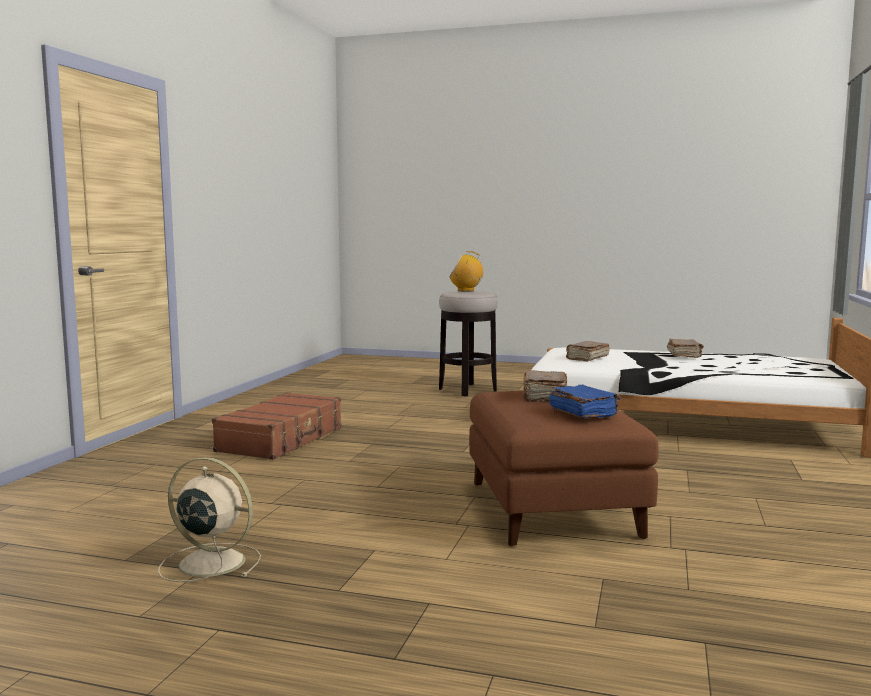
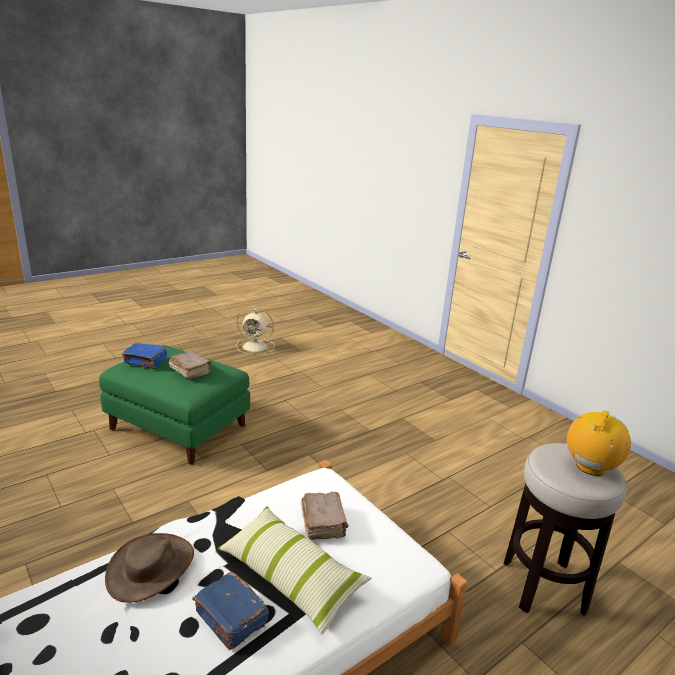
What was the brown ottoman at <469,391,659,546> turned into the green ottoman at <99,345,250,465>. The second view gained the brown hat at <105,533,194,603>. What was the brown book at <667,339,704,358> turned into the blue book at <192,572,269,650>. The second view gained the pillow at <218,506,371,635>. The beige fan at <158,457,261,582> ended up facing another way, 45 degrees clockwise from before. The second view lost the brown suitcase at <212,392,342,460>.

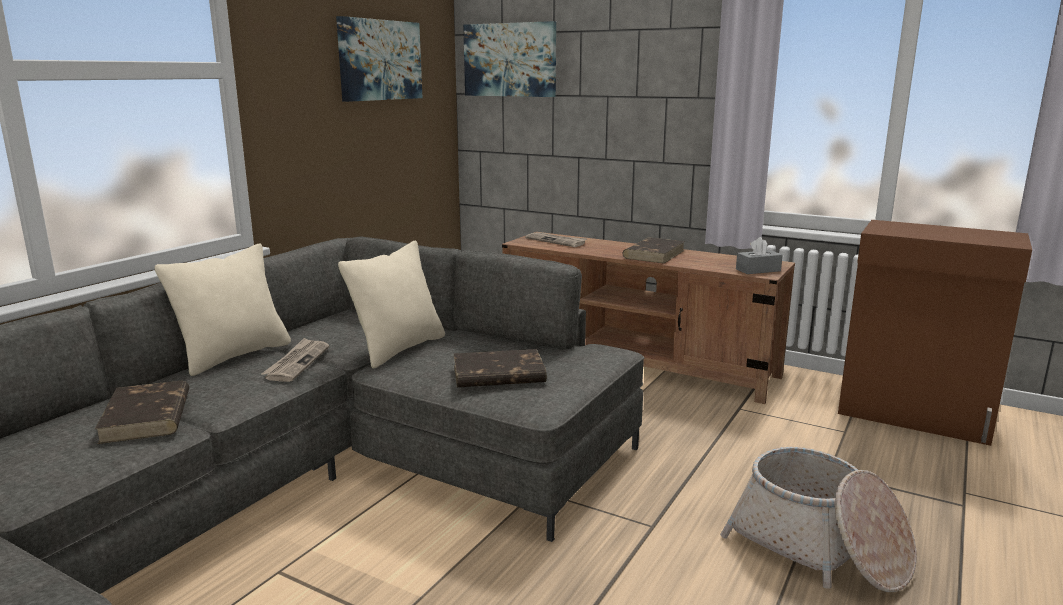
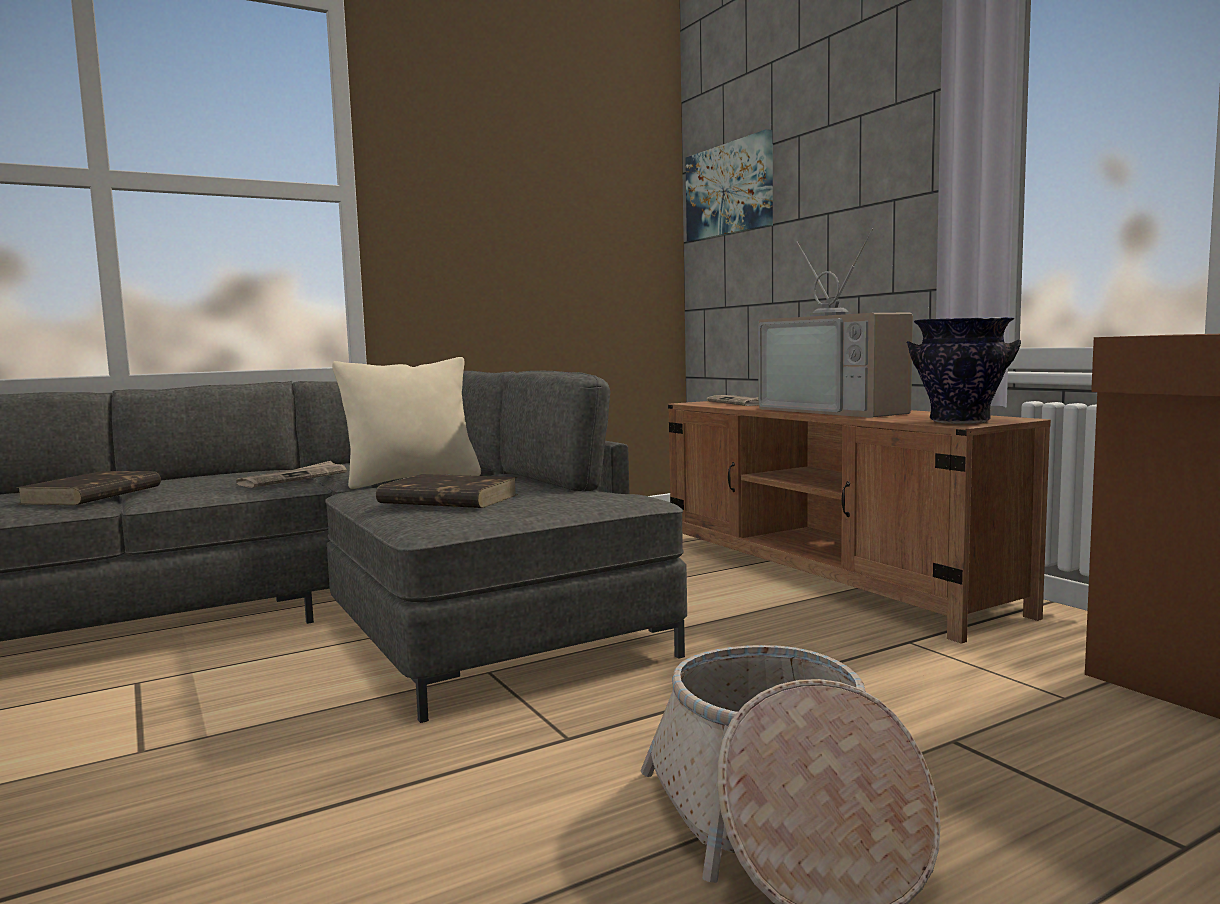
Where the brown book stood at <622,237,685,263>, the television came to stand at <758,229,913,418>. Where the grey tissue box stood at <736,237,783,274>, the vase came to stand at <907,317,1021,424>. The second view lost the beige pillow at <155,243,291,376>. The second view lost the picture at <336,16,422,102>.

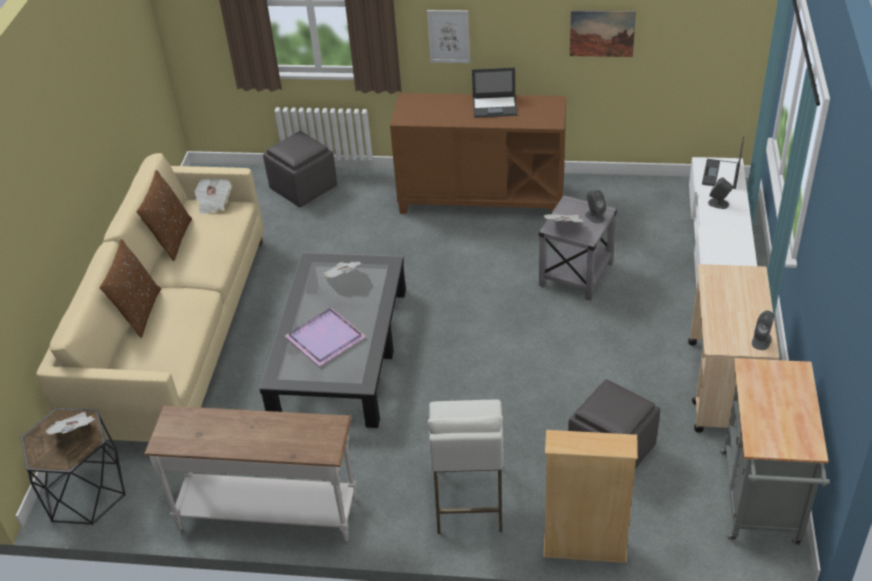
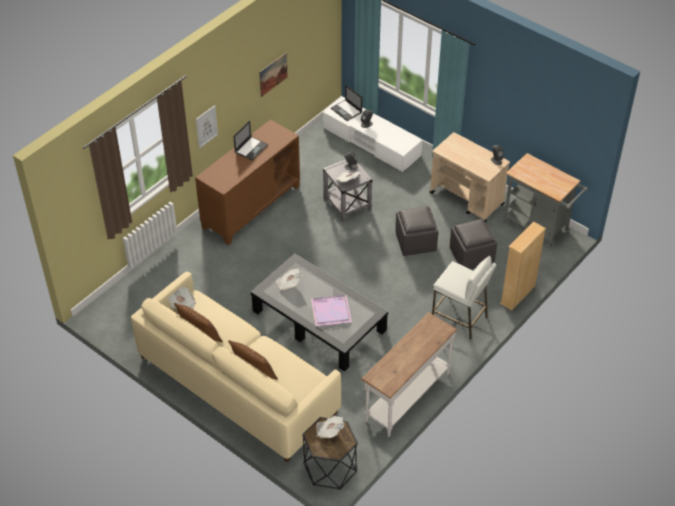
The grey ottoman ended up elsewhere, having gone from <263,131,337,208> to <395,206,438,256>.

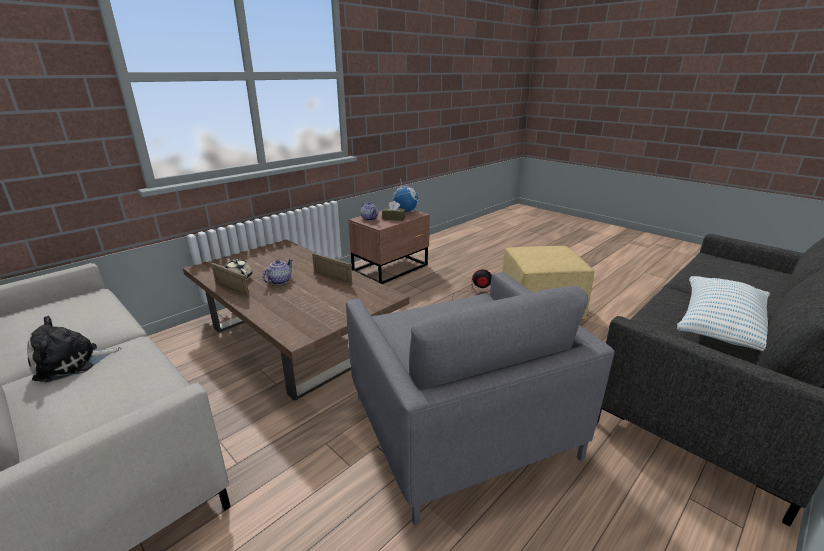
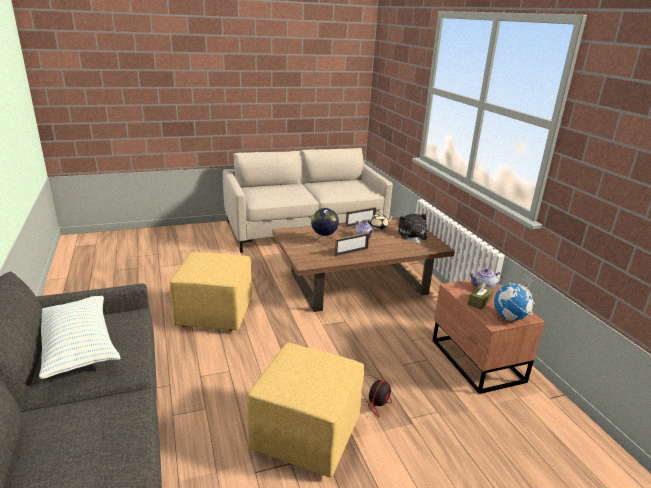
Where the grey armchair stood at <346,272,615,526>, the yellow ottoman came to stand at <170,252,252,331>. The second view gained the globe at <311,208,339,244>. The plush toy ended up elsewhere, having gone from <27,316,121,382> to <398,214,427,245>.

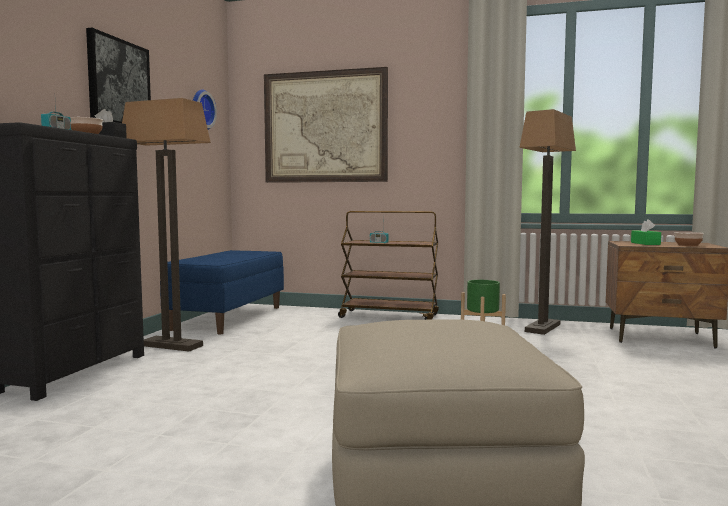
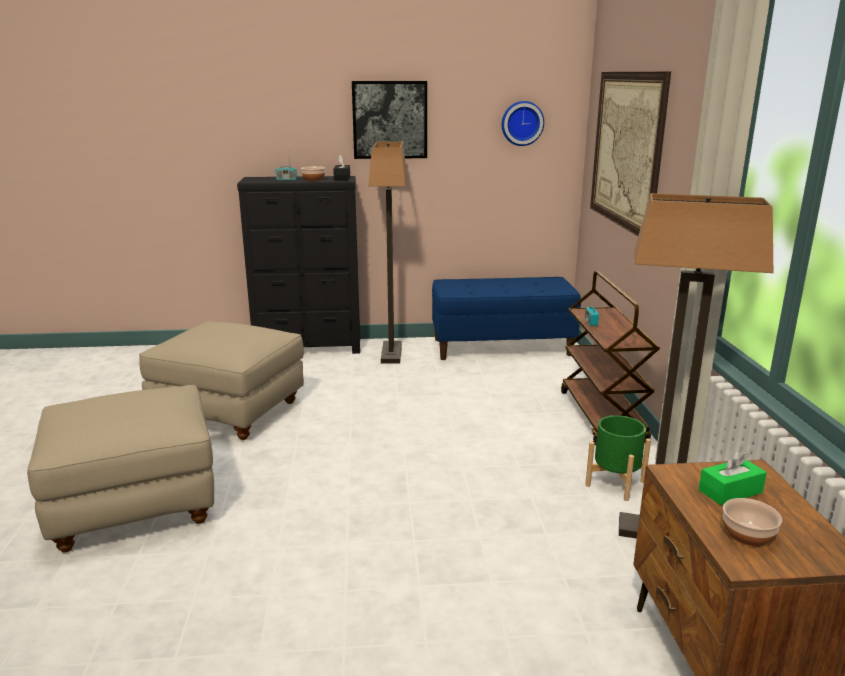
The second view gained the beige ottoman at <139,321,304,440>.

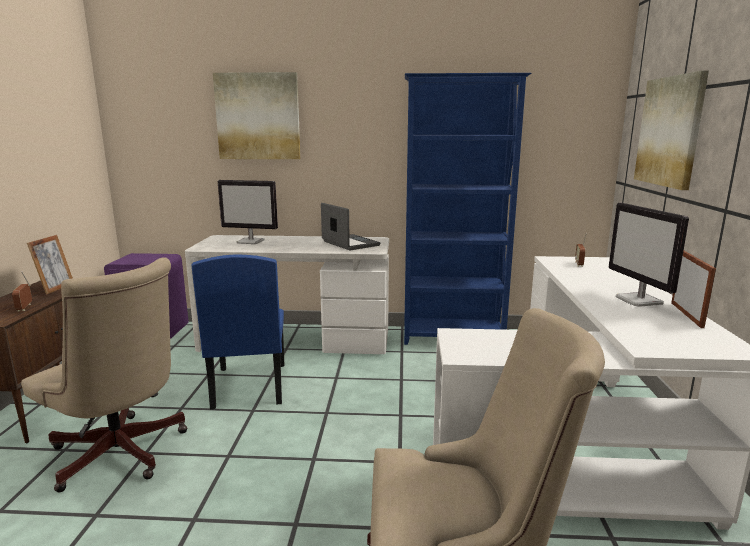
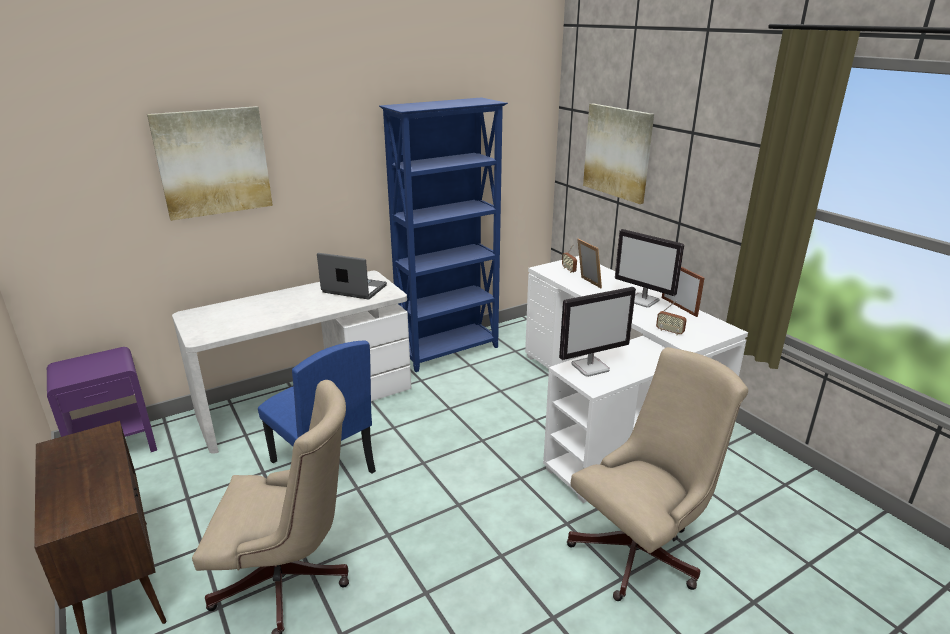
The monitor ended up elsewhere, having gone from <218,180,278,244> to <559,287,636,377>. The picture frame ended up elsewhere, having gone from <27,235,73,294> to <577,238,602,288>. The radio ended up elsewhere, having gone from <12,271,32,312> to <656,301,687,336>.

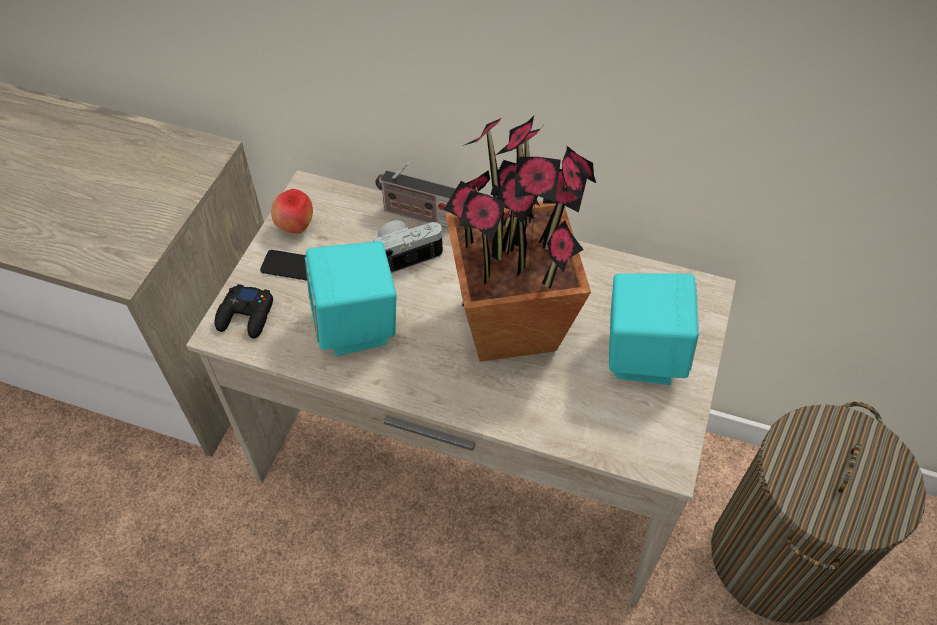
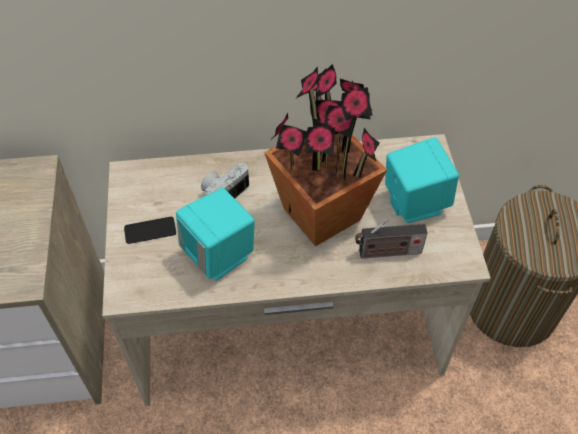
The radio ended up elsewhere, having gone from <375,163,456,228> to <355,219,427,259>. The second view lost the black game controller at <215,284,273,339>. The second view lost the apple at <271,189,313,234>.

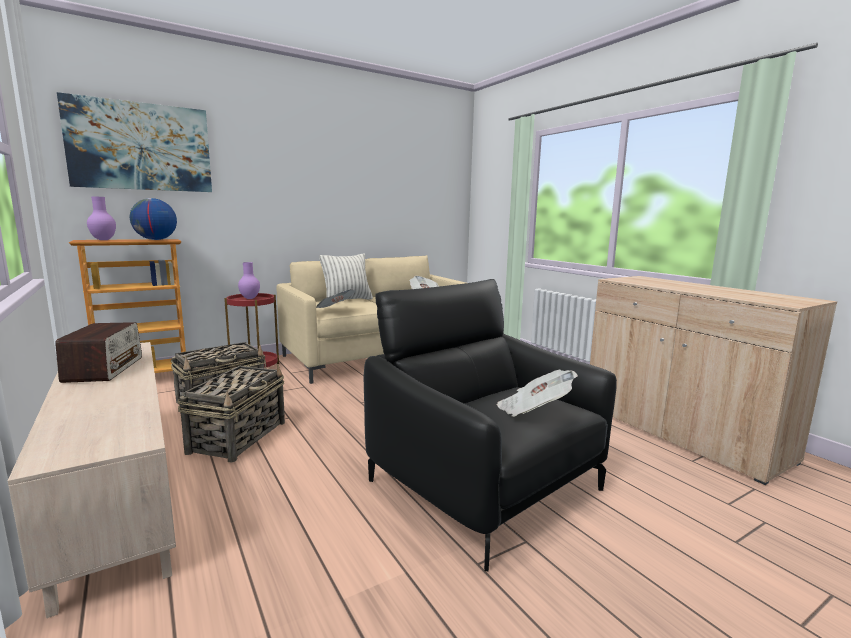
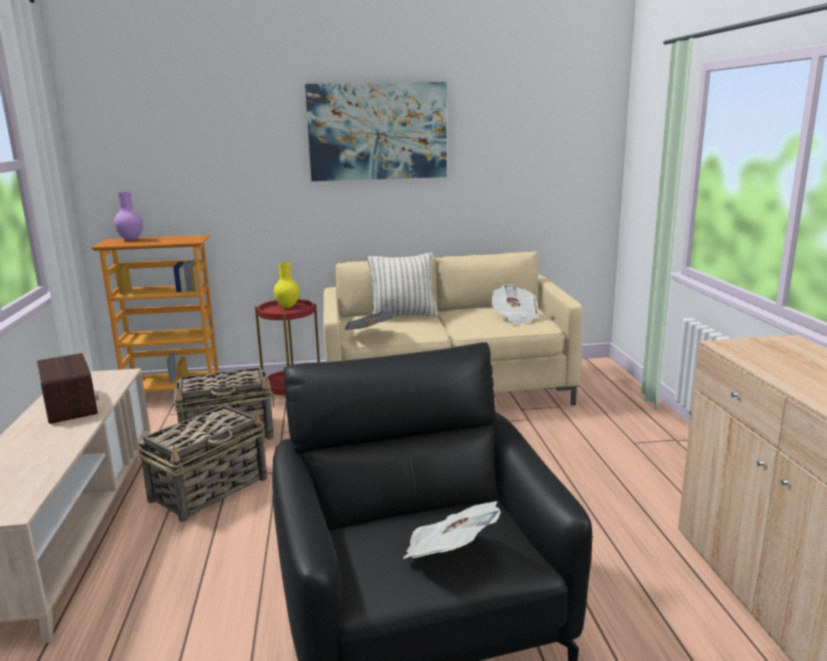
The radio at <55,322,142,383> ended up facing another way, 45 degrees counterclockwise from before. What was the purple vase at <238,262,260,299> turned into the yellow vase at <274,262,299,308>. The picture ended up elsewhere, having gone from <57,92,212,192> to <305,82,447,181>. The second view lost the globe at <130,198,177,240>.

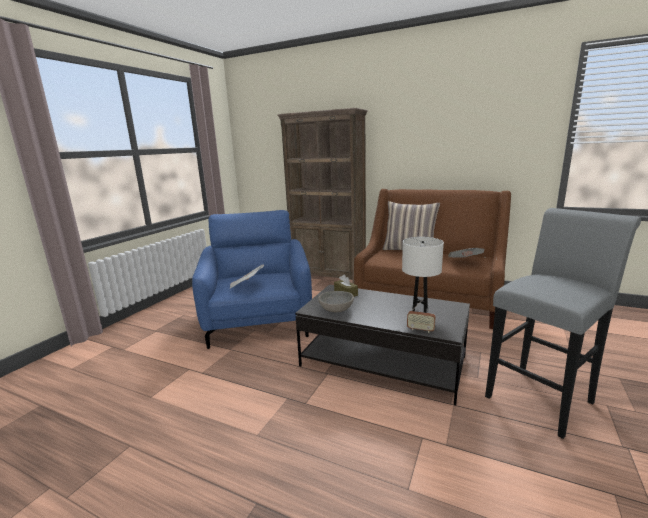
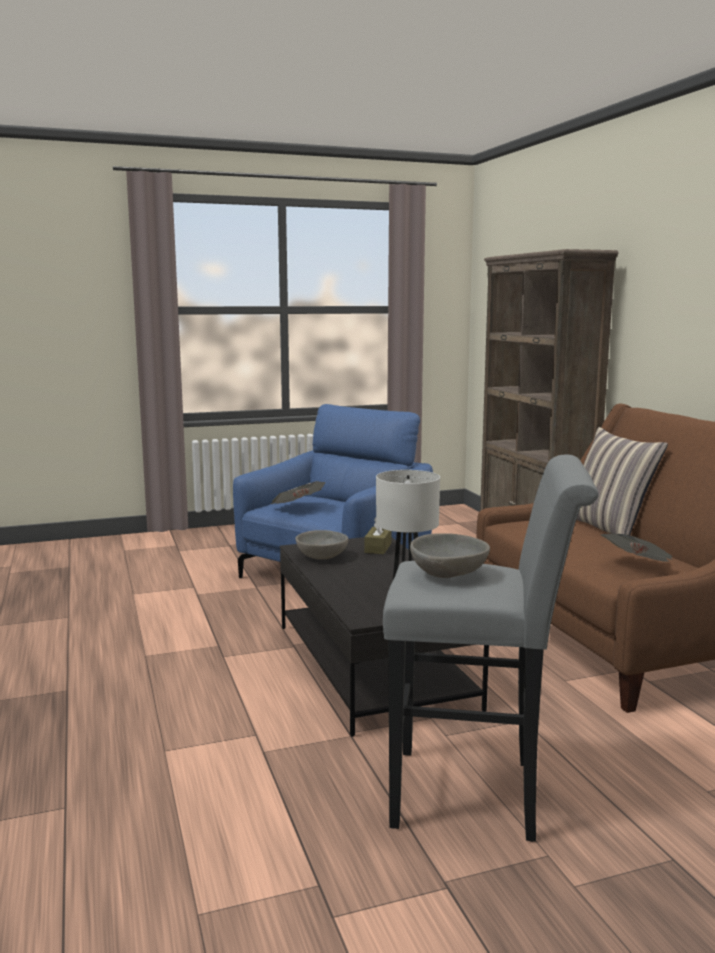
The second view gained the grey bowl at <410,533,490,578>. The second view lost the radio at <407,299,436,333>.

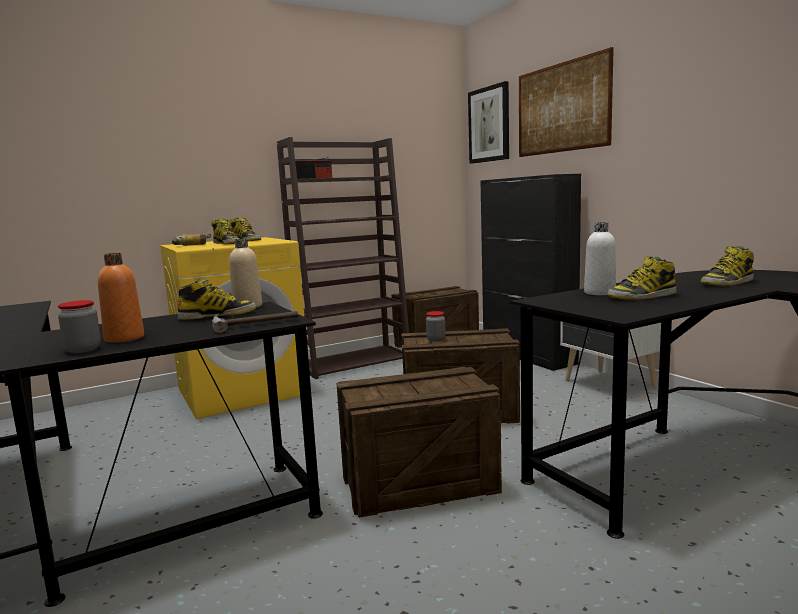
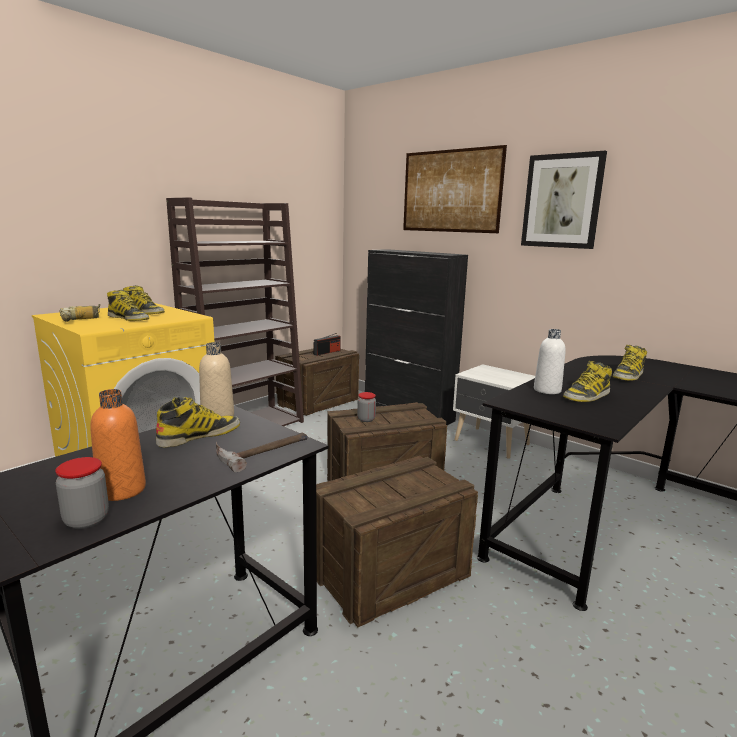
The radio ended up elsewhere, having gone from <295,157,332,179> to <313,333,341,356>. The picture ended up elsewhere, having gone from <468,81,509,164> to <521,151,607,249>.

